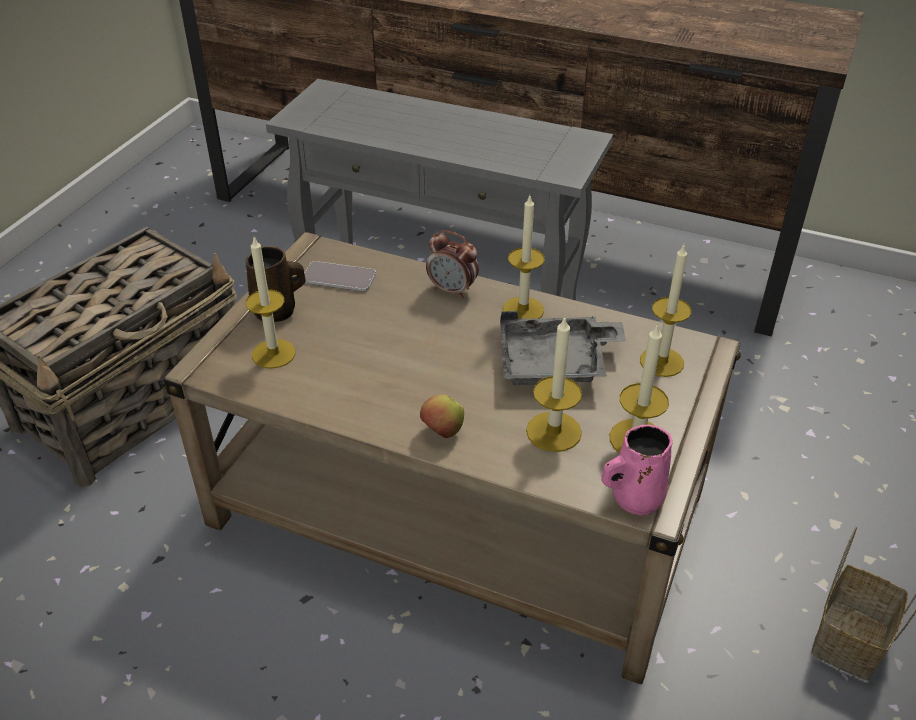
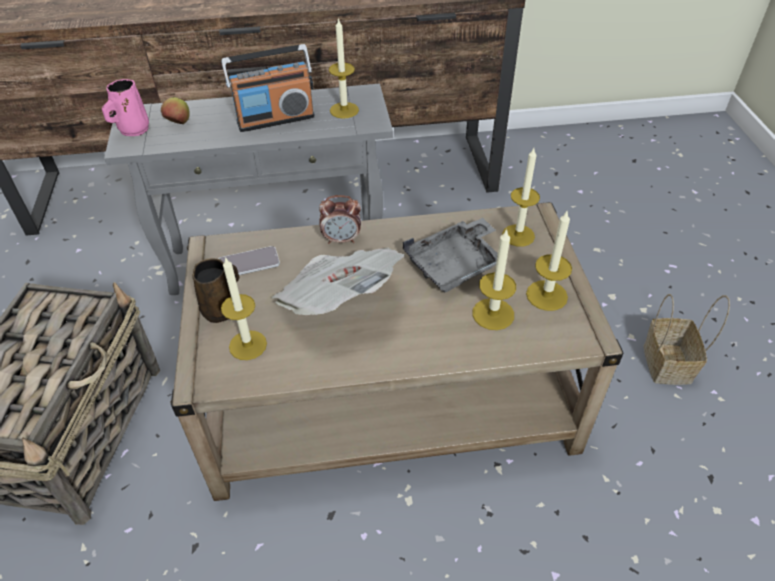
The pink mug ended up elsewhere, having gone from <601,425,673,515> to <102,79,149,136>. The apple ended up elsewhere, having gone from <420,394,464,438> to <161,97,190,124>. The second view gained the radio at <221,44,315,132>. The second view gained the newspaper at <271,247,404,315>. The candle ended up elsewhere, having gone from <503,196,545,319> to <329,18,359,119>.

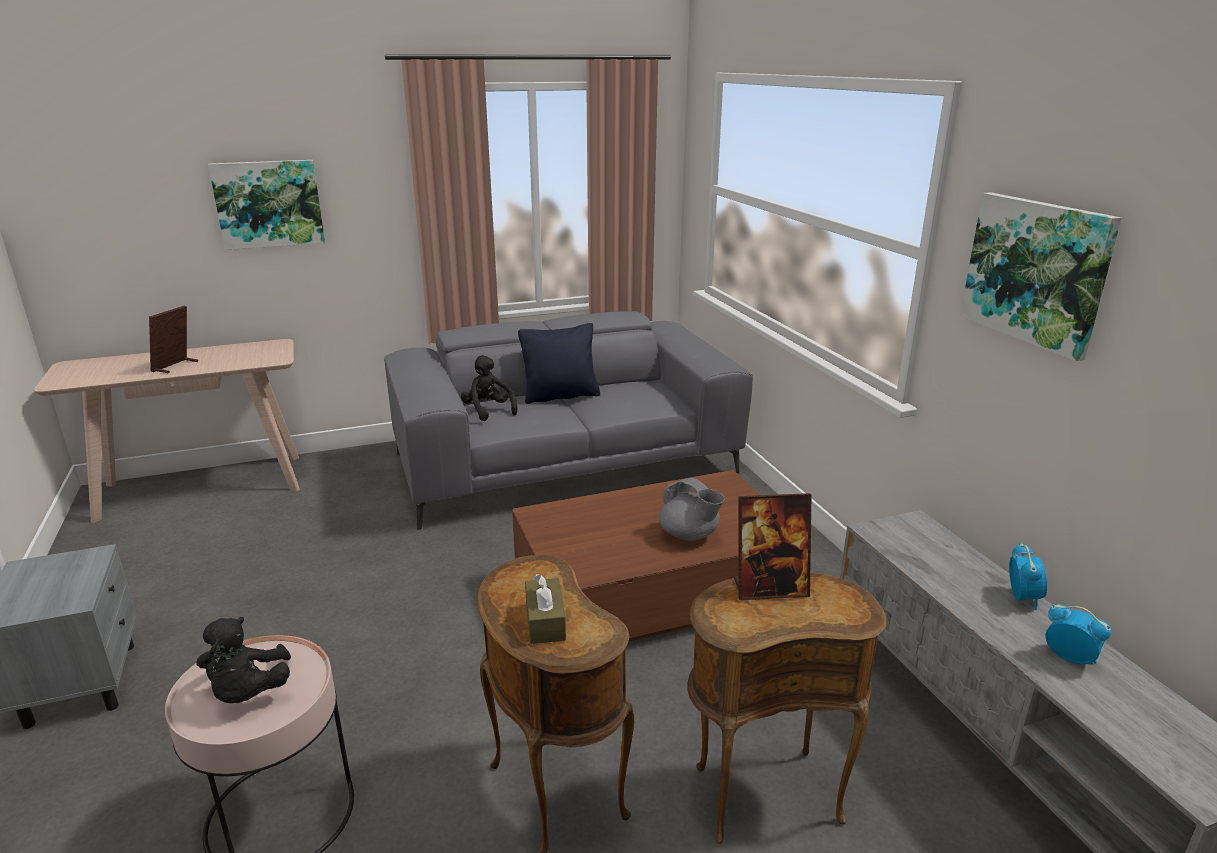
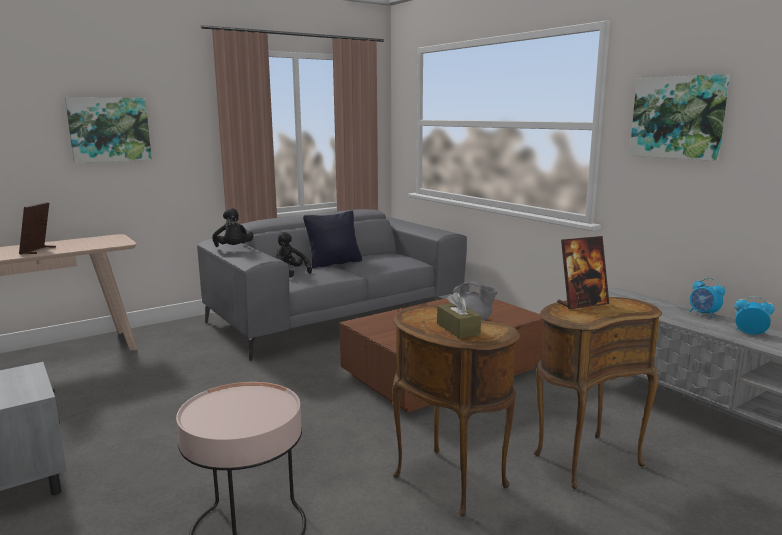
The black plush toy ended up elsewhere, having gone from <196,617,291,703> to <212,208,254,247>. The alarm clock at <1009,543,1047,610> ended up facing another way, 150 degrees clockwise from before.

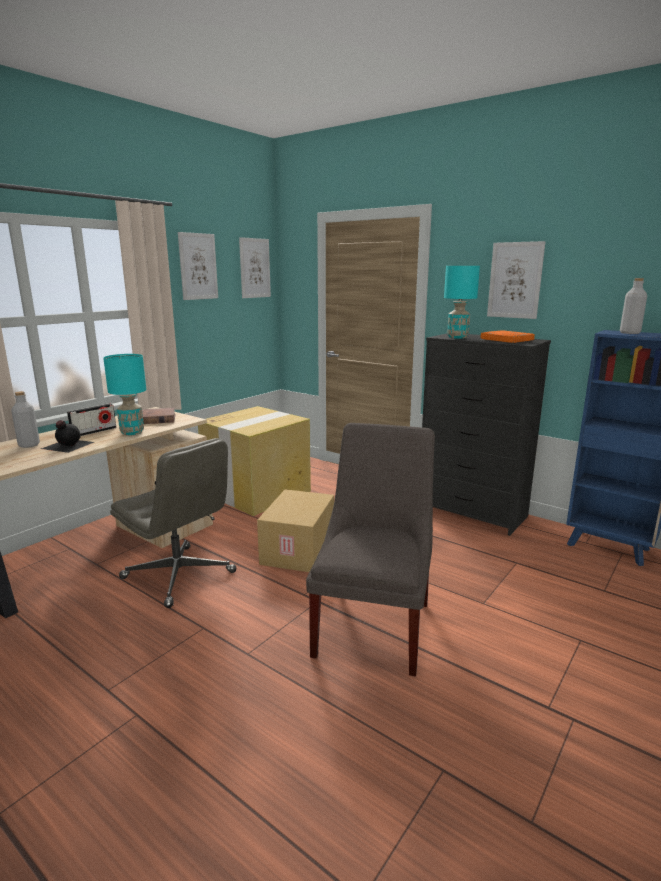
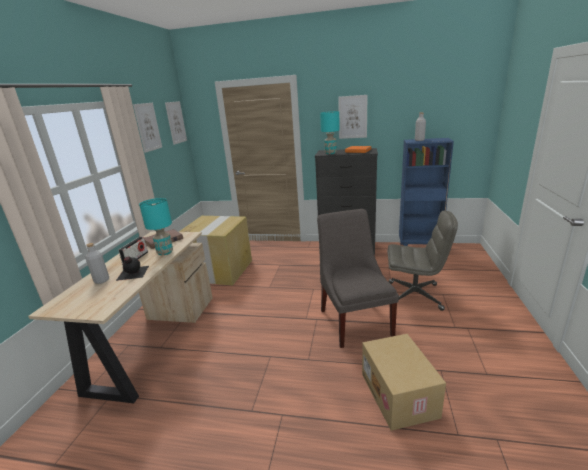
The cardboard box ended up elsewhere, having gone from <257,489,334,572> to <362,334,446,431>. The grey office chair ended up elsewhere, having gone from <110,438,236,608> to <387,211,458,311>.

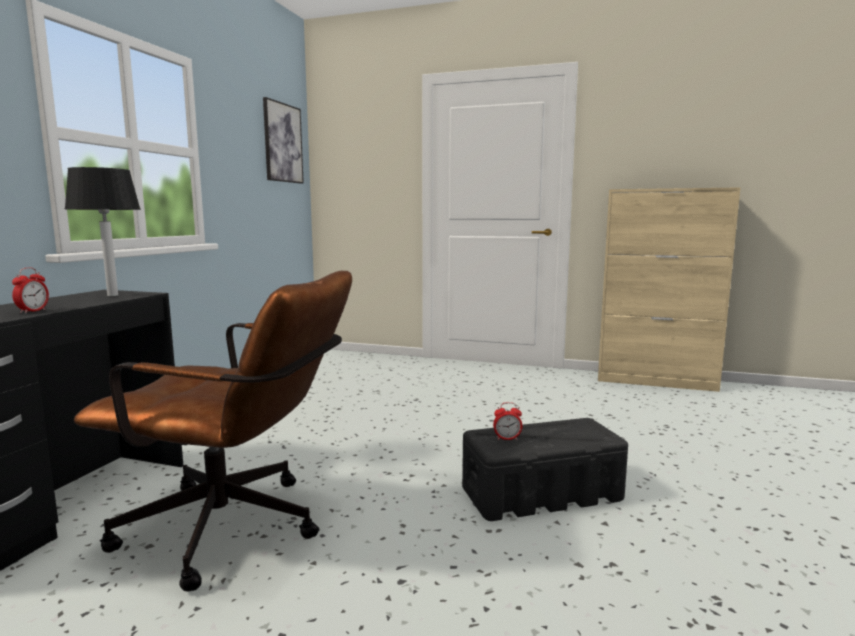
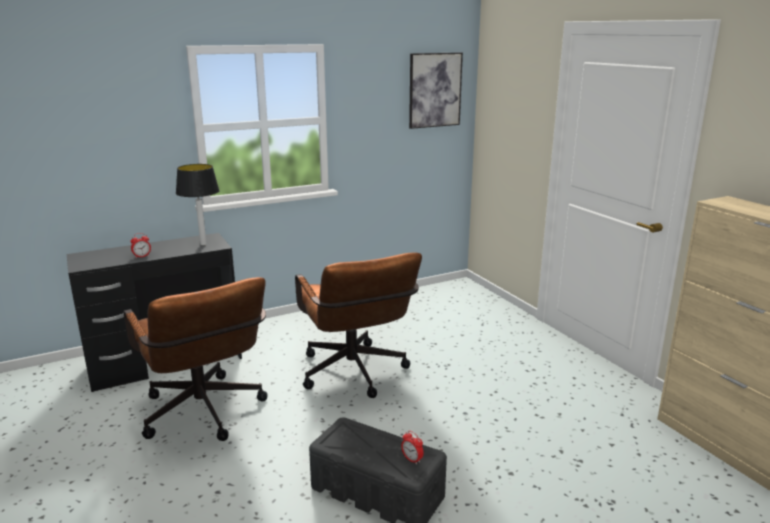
The second view gained the brown office chair at <295,253,422,398>. The alarm clock ended up elsewhere, having gone from <493,402,522,440> to <401,431,424,465>.

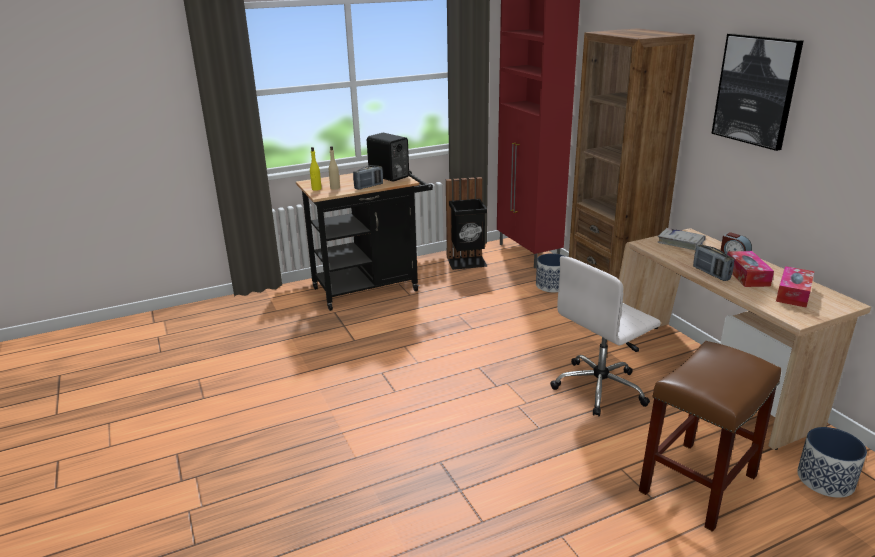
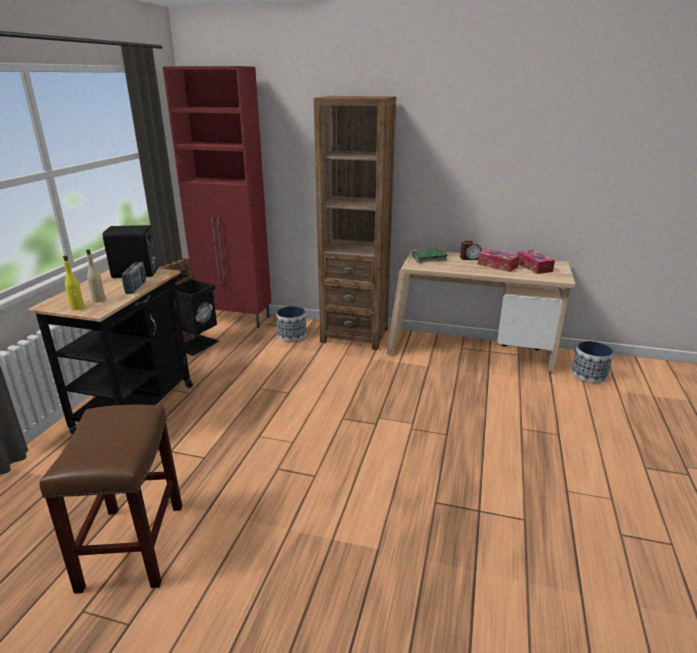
The brown stool ended up elsewhere, having gone from <639,341,781,532> to <40,405,182,594>. What was the white book at <658,228,706,250> turned into the green book at <412,249,447,263>. The second view lost the white office chair at <550,256,661,416>. The second view lost the radio at <693,245,734,281>. The second view lost the picture at <711,33,804,151>.

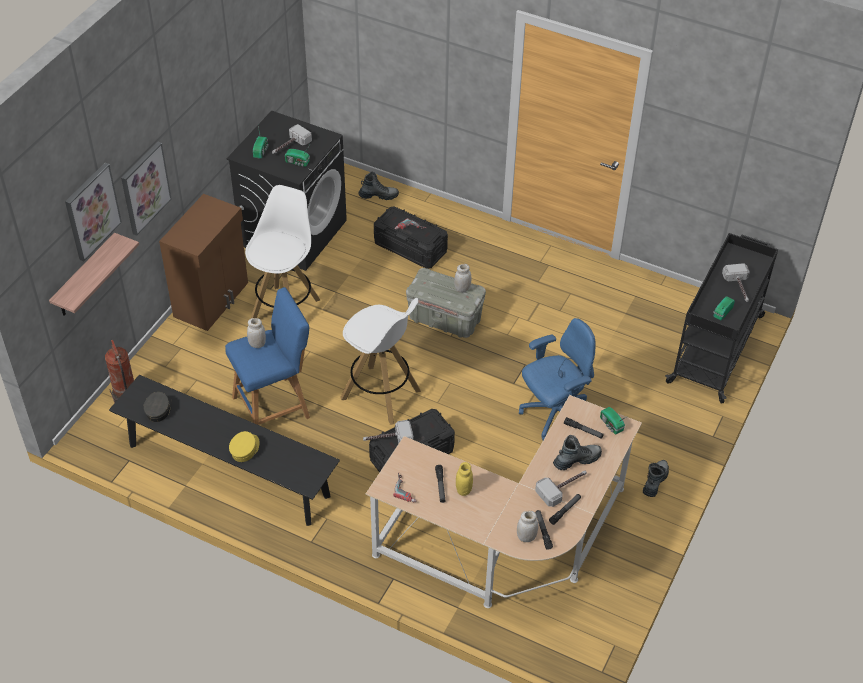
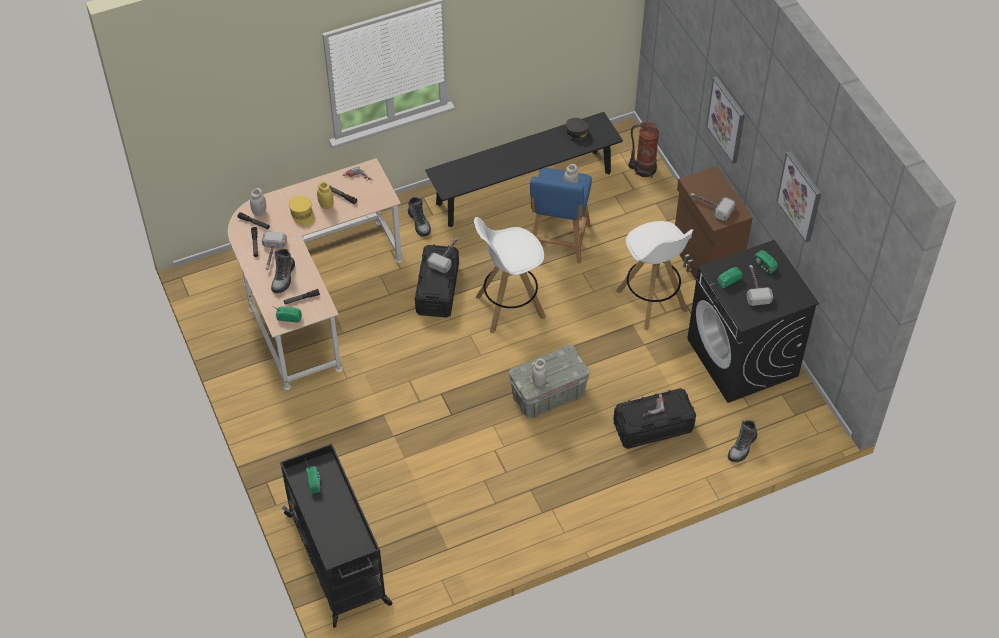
The yellow cap ended up elsewhere, having gone from <229,431,259,462> to <289,196,314,226>. The boot ended up elsewhere, having gone from <643,460,669,497> to <408,197,431,237>. The hammer ended up elsewhere, having gone from <722,263,750,302> to <691,193,735,221>. The picture ended up elsewhere, having gone from <65,163,122,261> to <777,151,821,242>. The second view lost the shelf at <49,233,139,316>. The second view lost the blue office chair at <519,318,595,440>.

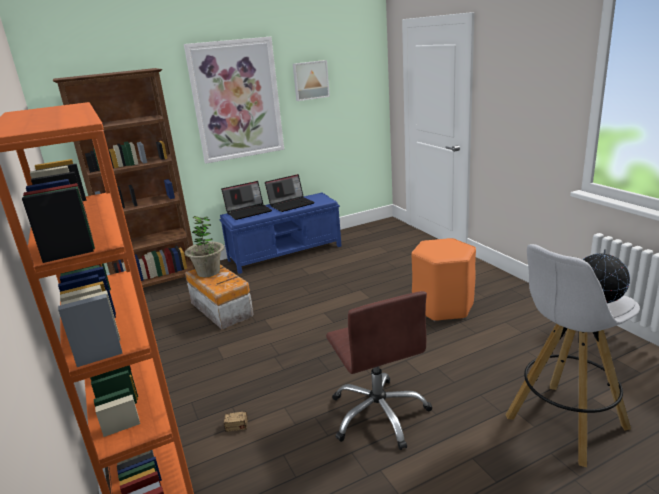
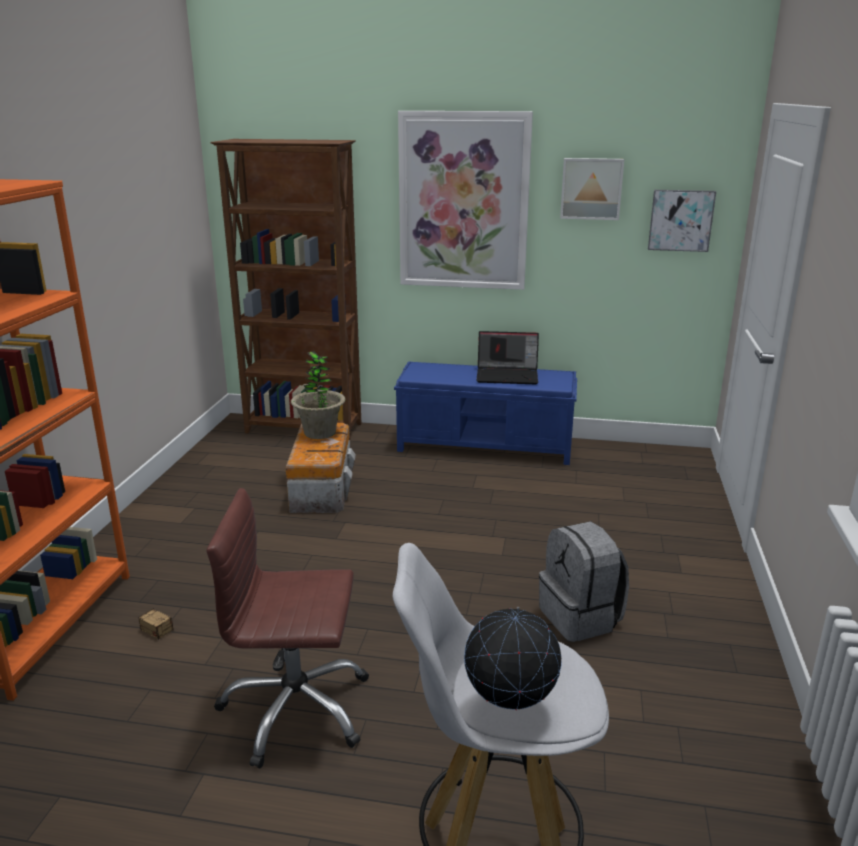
The brown office chair at <326,291,432,450> ended up facing another way, 75 degrees clockwise from before. Where the orange stool stood at <411,238,476,322>, the grey backpack came to stand at <539,521,629,642>. The second view gained the picture at <648,190,716,252>. The second view lost the laptop at <221,181,272,220>.

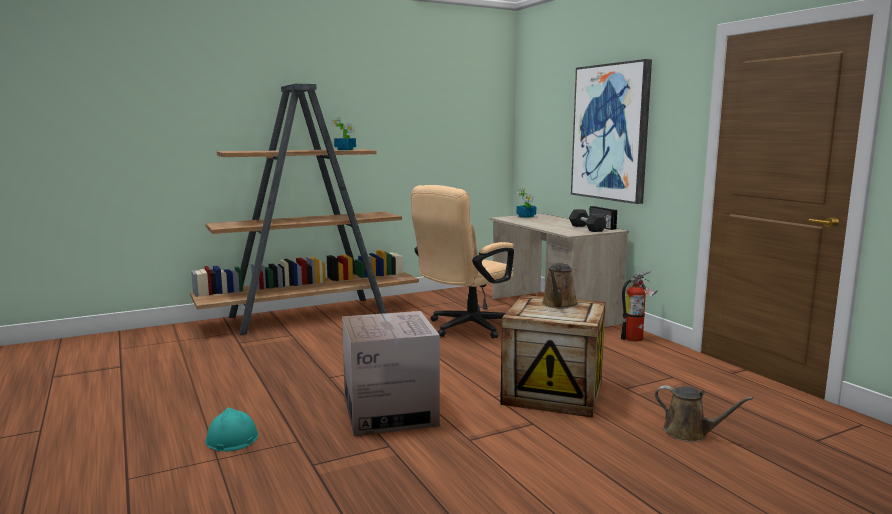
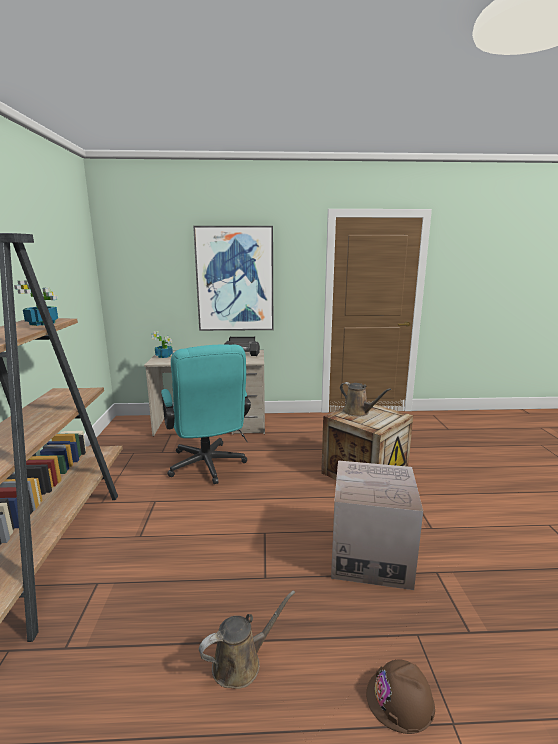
What was the beige office chair at <411,185,514,339> turned into the turquoise office chair at <161,344,251,484>. The brown watering can ended up elsewhere, having gone from <655,385,753,442> to <199,590,295,689>. What was the turquoise hard hat at <205,408,258,451> turned into the brown hard hat at <366,659,435,734>. The second view lost the fire extinguisher at <621,270,657,342>.

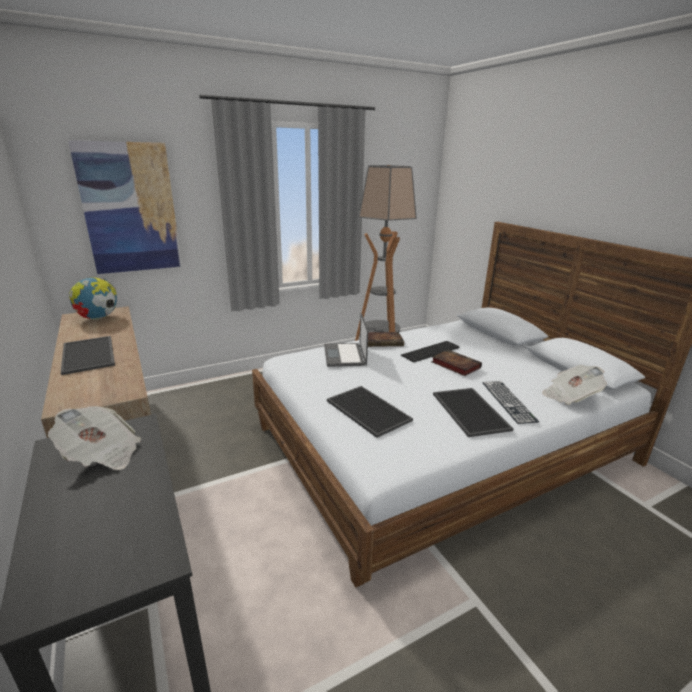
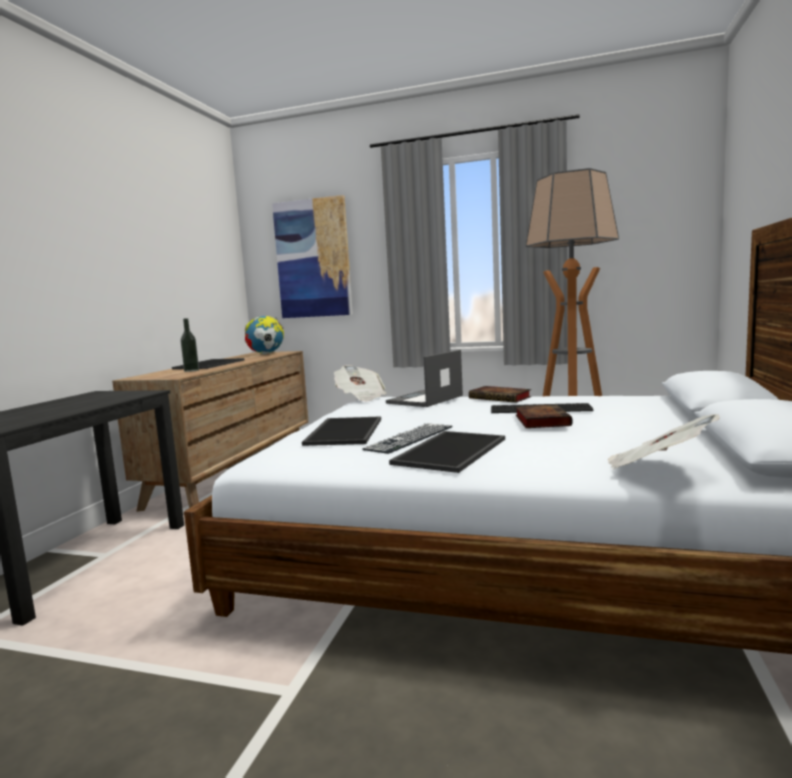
The second view gained the bottle at <181,318,199,372>. The newspaper ended up elsewhere, having gone from <48,406,141,470> to <334,365,386,401>. The keyboard ended up elsewhere, having gone from <482,381,539,424> to <362,423,452,454>.

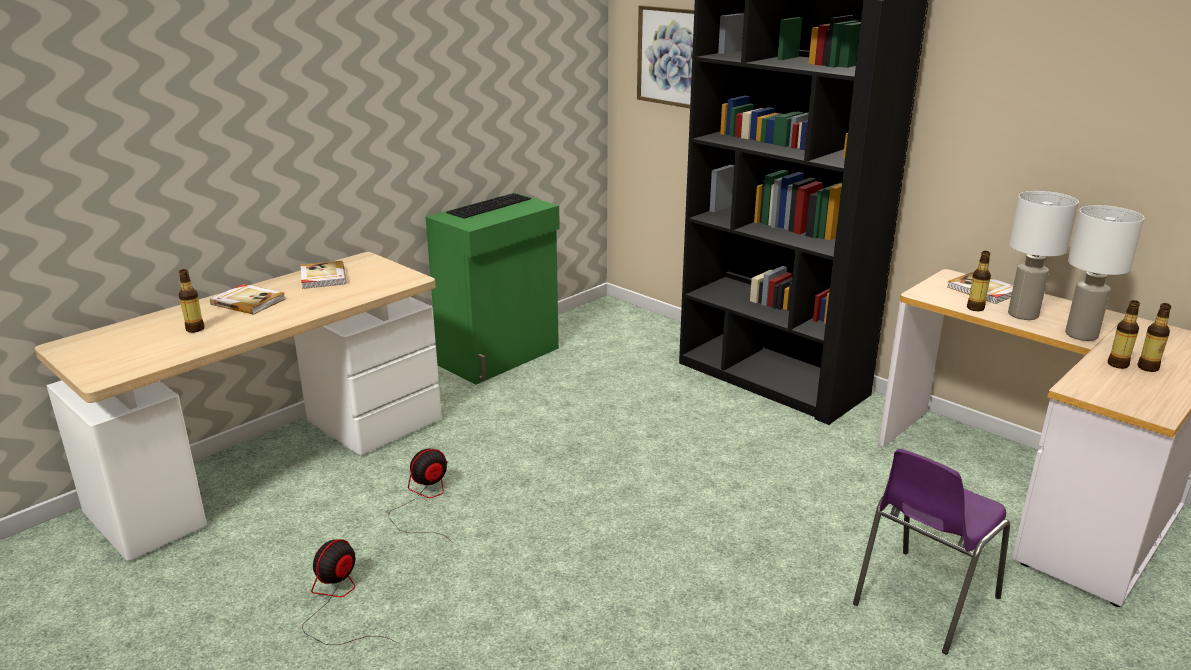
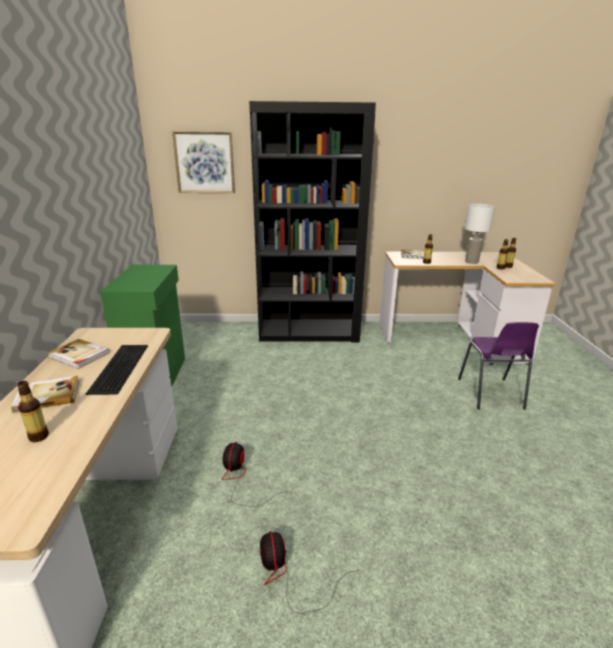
The keyboard ended up elsewhere, having gone from <446,193,531,219> to <86,345,148,395>. The second view lost the white table lamp at <1008,191,1079,320>.

